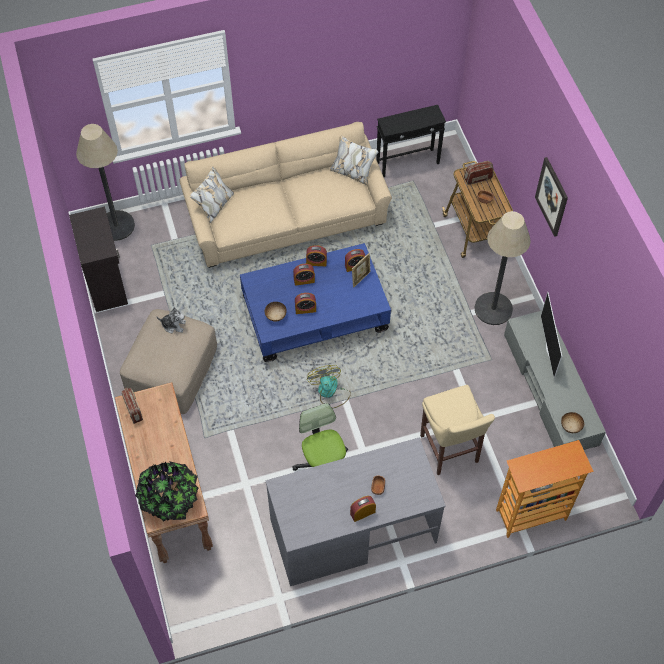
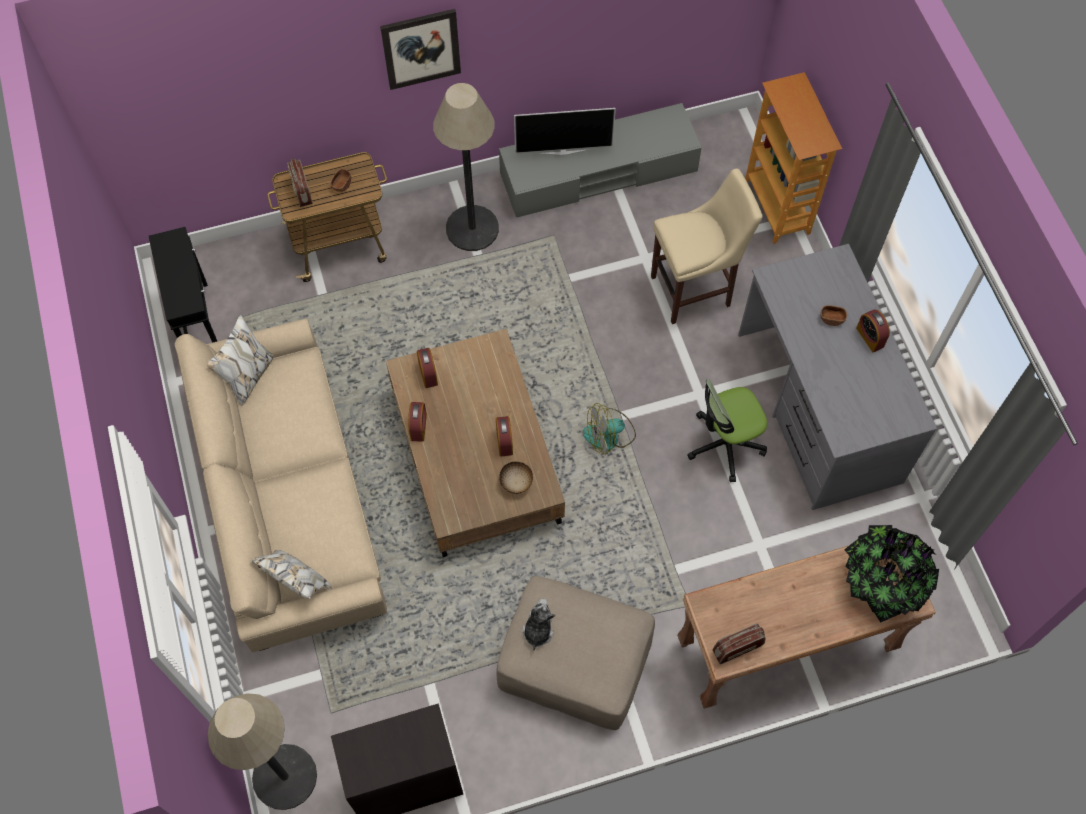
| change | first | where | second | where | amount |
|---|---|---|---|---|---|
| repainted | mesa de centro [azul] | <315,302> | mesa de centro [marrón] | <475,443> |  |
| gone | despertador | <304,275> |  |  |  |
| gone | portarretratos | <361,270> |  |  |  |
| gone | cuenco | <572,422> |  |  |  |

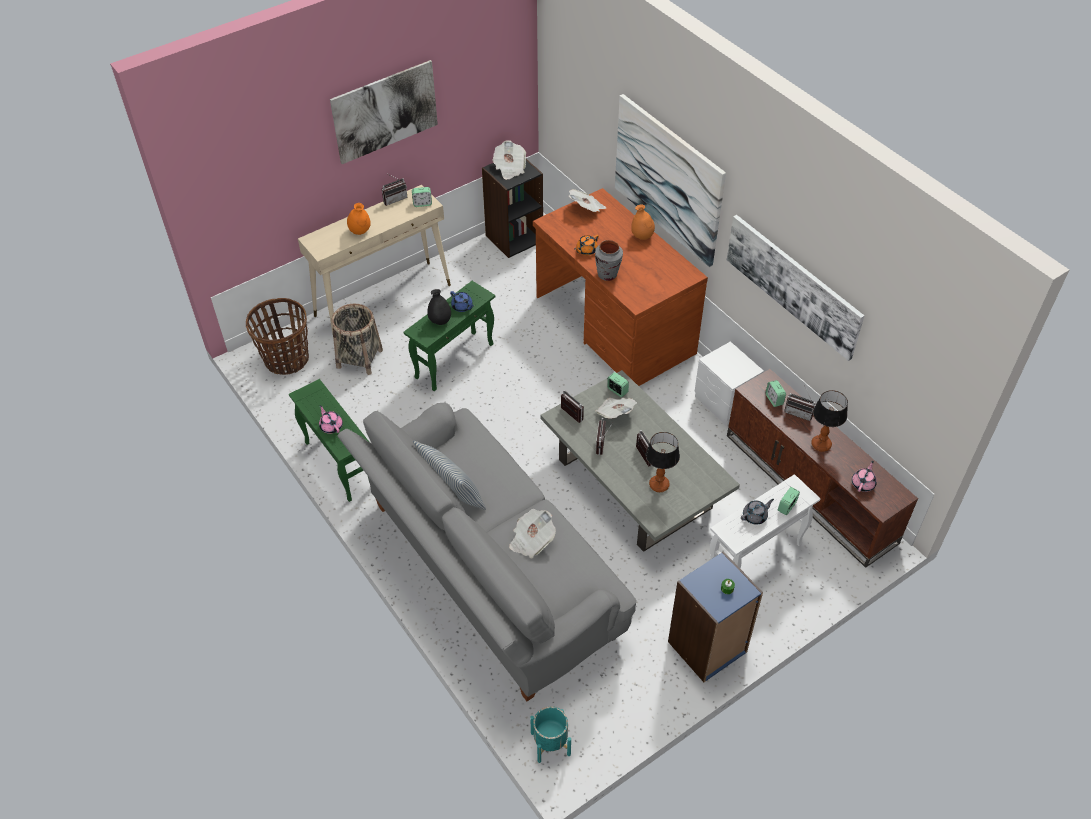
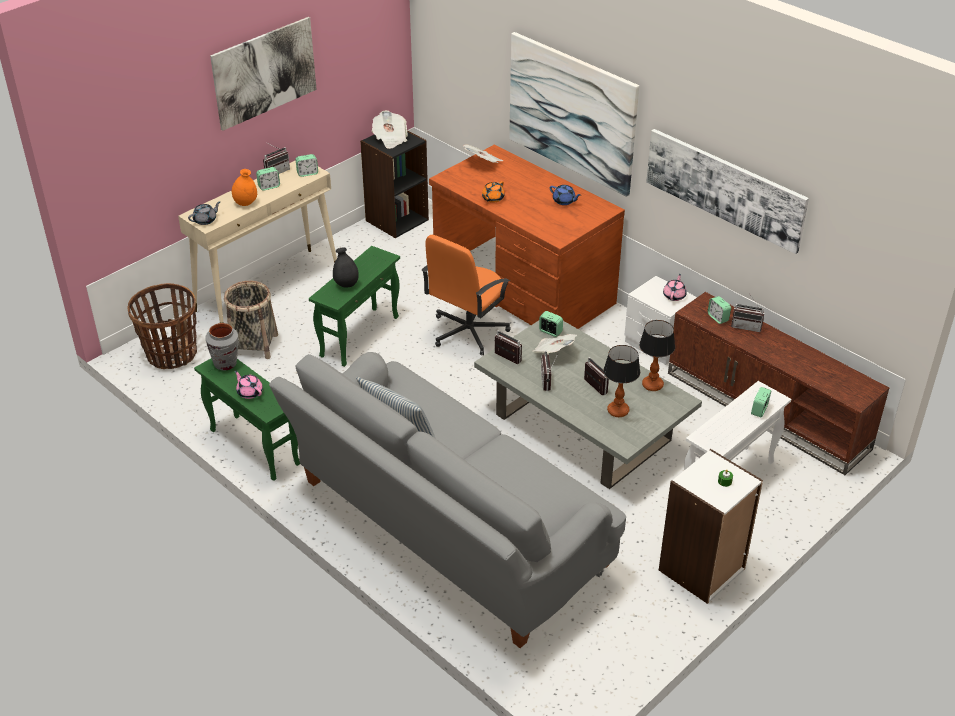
| change | first | where | second | where | amount |
|---|---|---|---|---|---|
| shifted | tetera [gris] | <757,512> |  | <204,213> |  |
| shifted | florero [gris] | <609,260> |  | <222,346> |  |
| new |  |  | despertador | <268,179> |  |
| new |  |  | silla de oficina [naranja] | <466,295> |  |
| shifted | tetera [azul] | <462,301> |  | <565,195> |  |
| shifted | lámpara de mesa | <829,421> |  | <657,355> |  |
| repainted | estantería [azul] | <715,616> | estantería [blanco] | <711,526> |  |
| shifted | tetera [rosa] | <864,476> |  | <675,287> |  |
| gone | periódico | <532,533> |  |  |  |
| gone | maceta [turquesa] | <550,734> |  |  |  |
| gone | florero [naranja] | <643,222> |  |  |  |

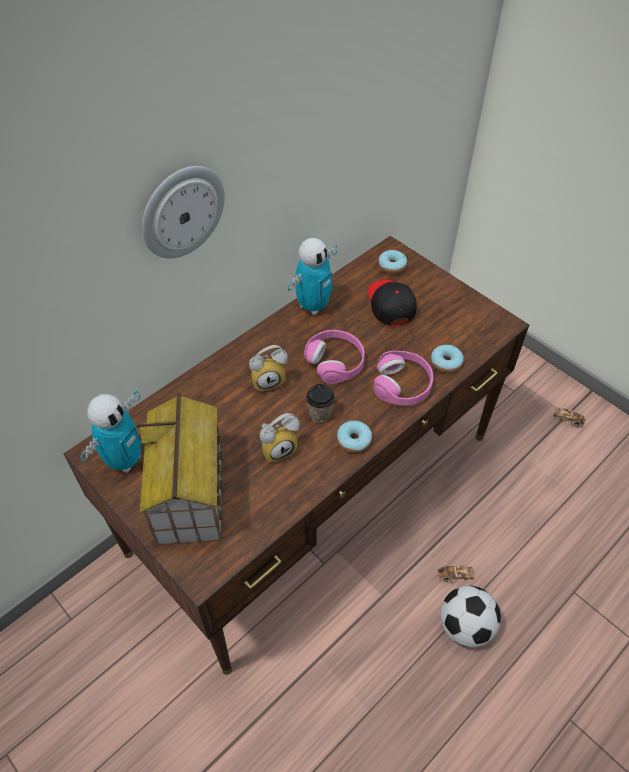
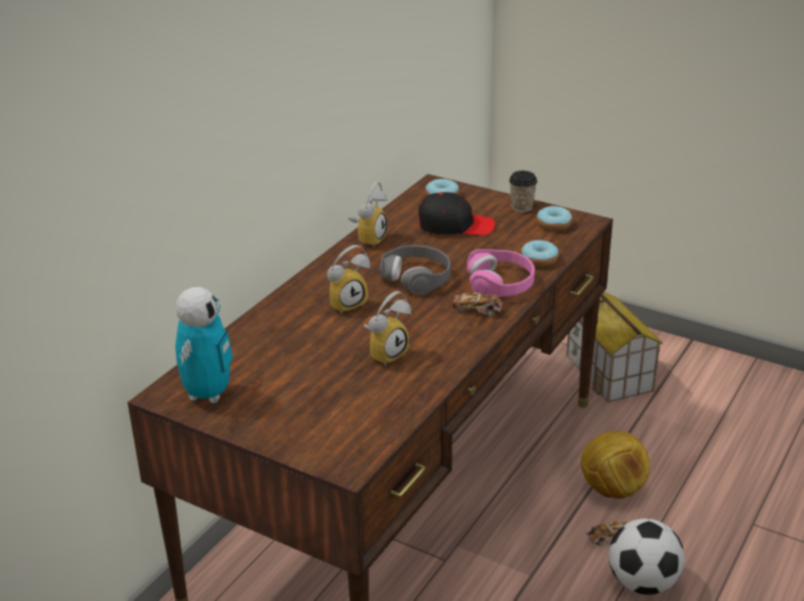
| change | first | where | second | where | amount |
|---|---|---|---|---|---|
| swapped | robot de juguete | <313,276> | despertador | <368,215> |  |
| repainted | auriculares [rosa] | <334,357> | auriculares [gris] | <415,270> |  |
| rotated | gorra [negro] | <392,303> |  | <456,214> | 120 degrees clockwise |
| shifted | coche de juguete | <570,417> |  | <477,304> |  |
| shifted | taza | <320,403> |  | <523,191> |  |
| shifted | rosquilla | <354,436> |  | <554,218> |  |
| shifted | casita | <180,469> |  | <614,347> |  |
| new |  |  | balón de fútbol | <615,465> |  |
| gone | reloj de pared | <183,212> |  |  |  |

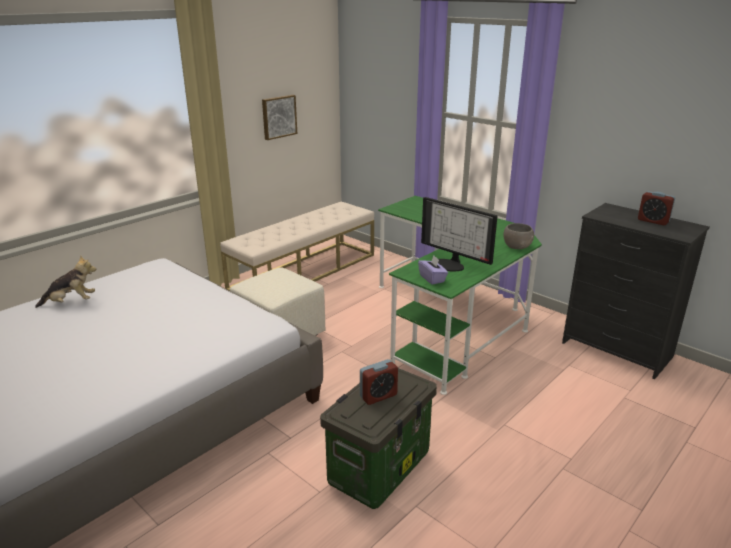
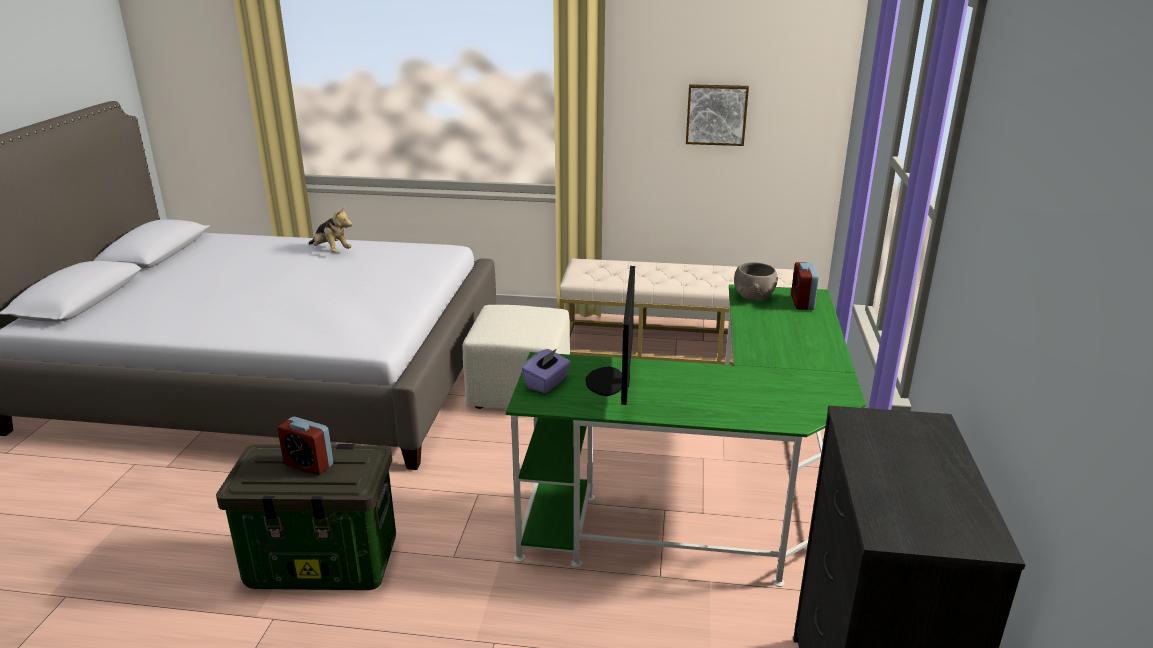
| change | first | where | second | where | amount |
|---|---|---|---|---|---|
| shifted | cuenco [gris] | <518,236> |  | <756,281> |  |
| shifted | despertador | <656,208> |  | <805,286> |  |

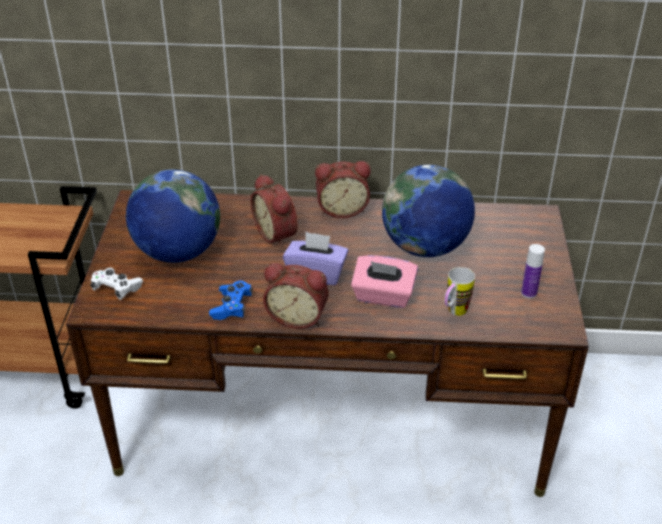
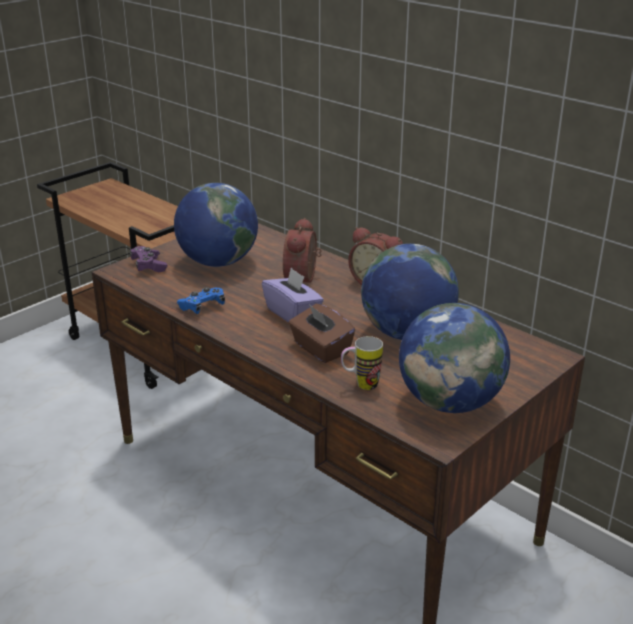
| change | first | where | second | where | amount |
|---|---|---|---|---|---|
| repainted | mando de consola [blanco] | <116,284> | mando de consola [morado] | <148,259> |  |
| repainted | caja de pañuelos [rosa] | <384,281> | caja de pañuelos [marrón] | <322,333> |  |
| swapped | botella | <533,271> | globo terráqueo | <454,358> |  |
| gone | despertador | <296,296> |  |  |  |

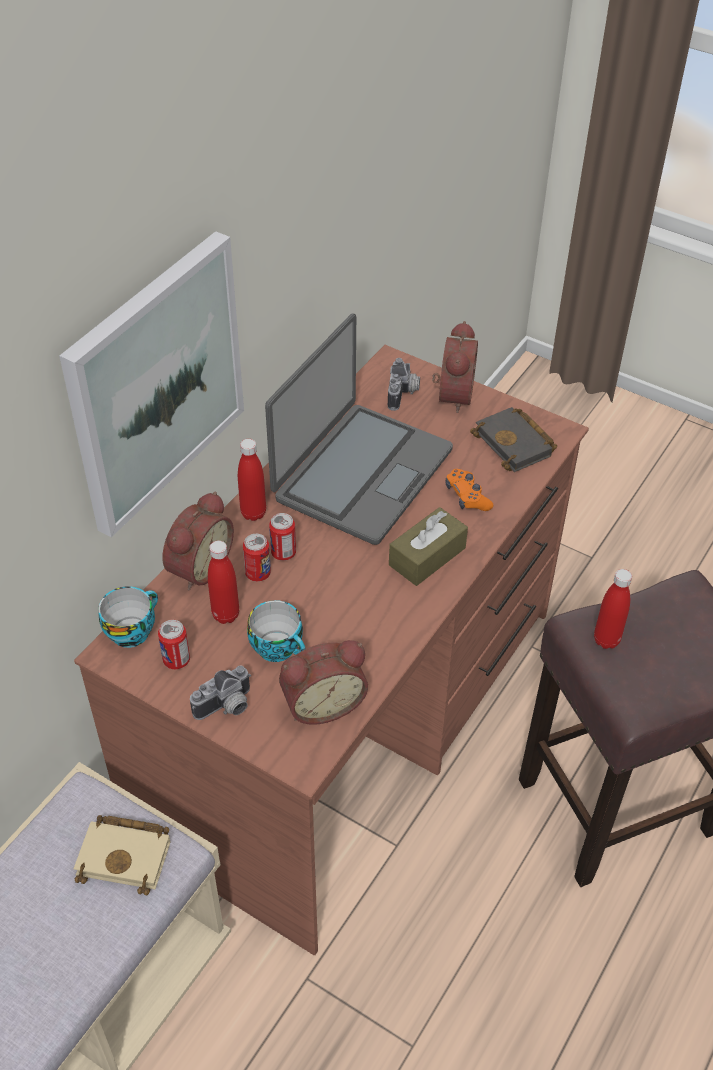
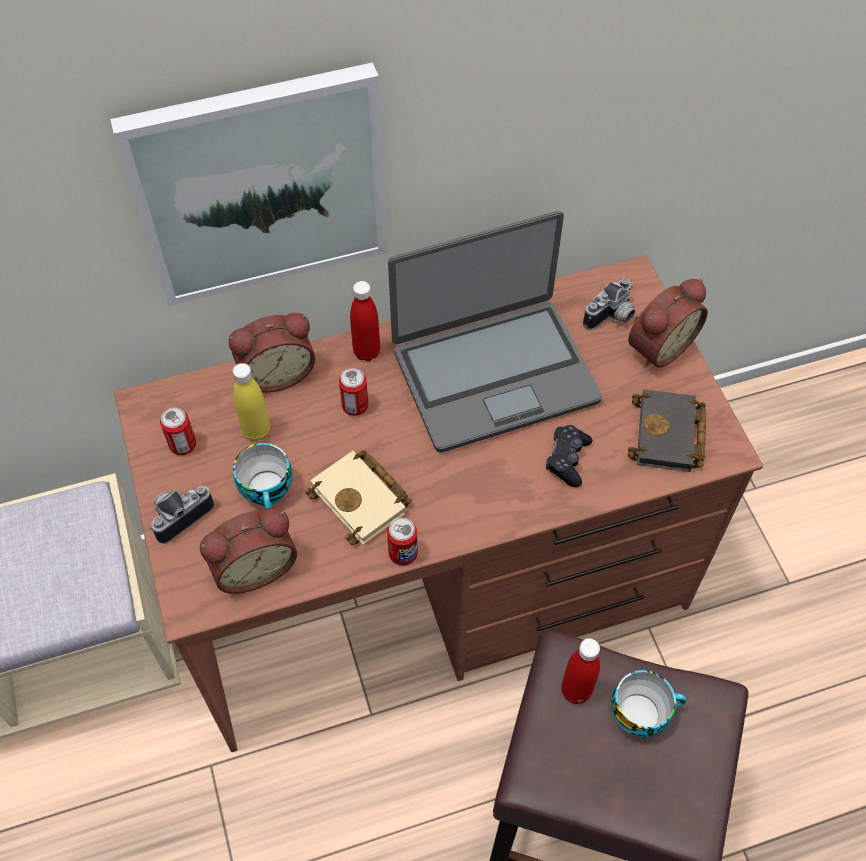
| change | first | where | second | where | amount |
|---|---|---|---|---|---|
| rotated | cámara | <220,692> |  | <181,515> | 135 degrees clockwise |
| rotated | despertador | <323,682> |  | <248,551> | 45 degrees counterclockwise |
| repainted | botella [rojo] | <223,582> | botella [amarillo] | <251,402> |  |
| shifted | libro [beis] | <122,855> |  | <358,497> |  |
| shifted | lata | <257,558> |  | <402,542> |  |
| repainted | mando de consola [naranja] | <469,490> | mando de consola [negro] | <569,456> |  |
| shifted | taza | <128,617> |  | <648,703> |  |
| gone | caja de pañuelos [marrón] | <428,546> |  |  |  |

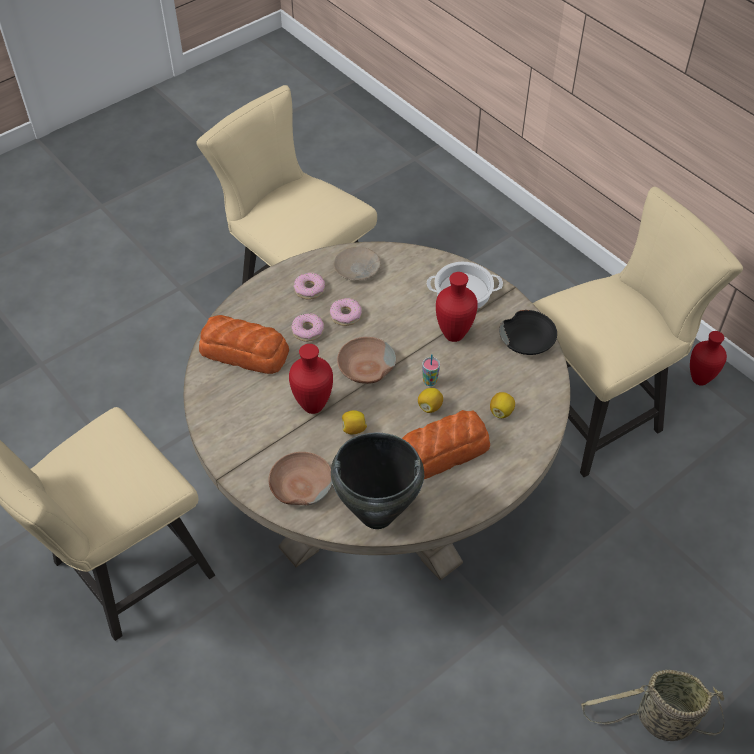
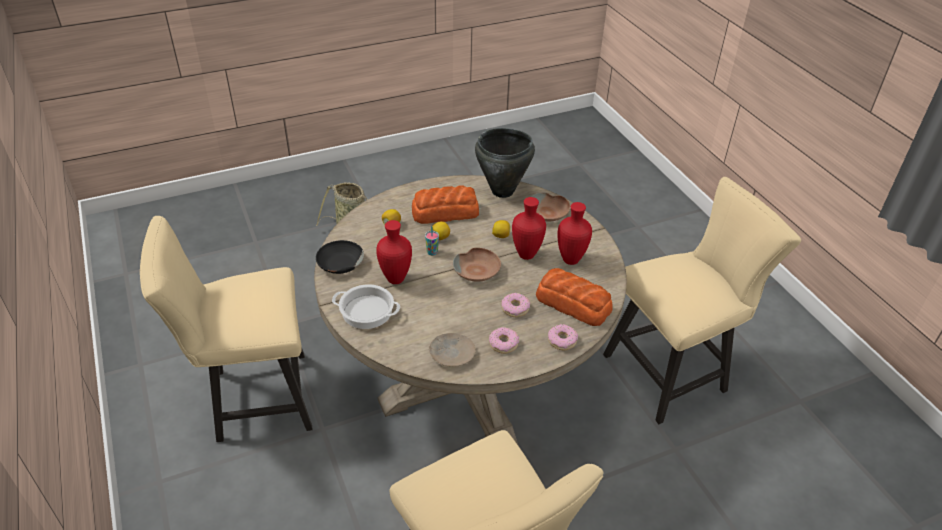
| change | first | where | second | where | amount |
|---|---|---|---|---|---|
| shifted | rosquilla | <346,312> |  | <563,337> |  |
| shifted | florero [rojo] | <708,358> |  | <574,233> |  |

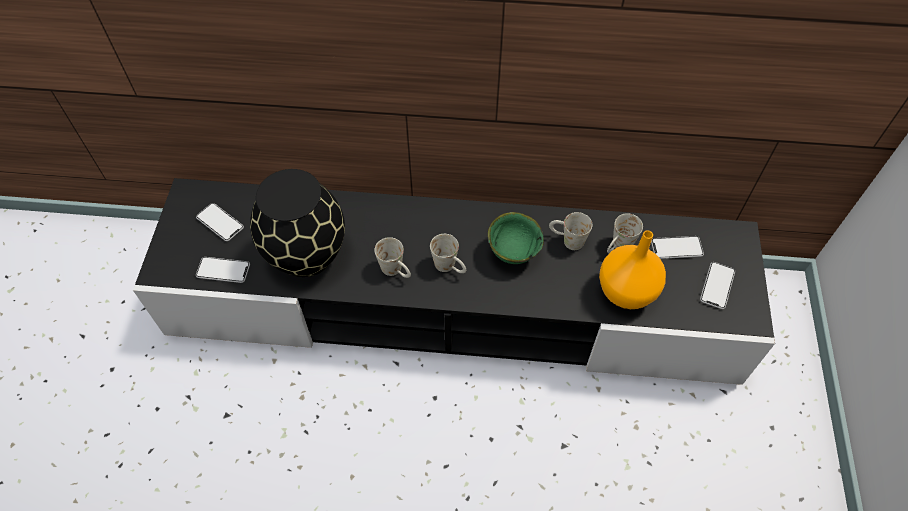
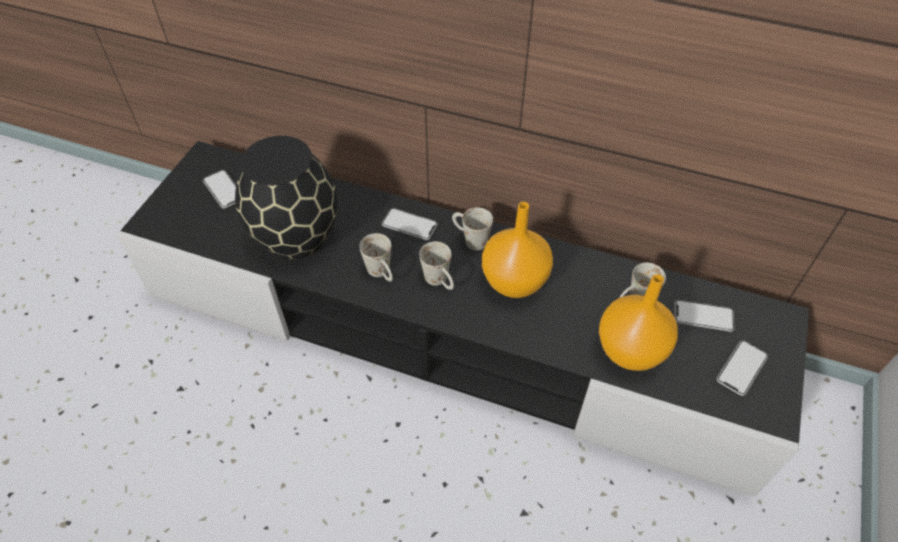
| change | first | where | second | where | amount |
|---|---|---|---|---|---|
| shifted | móvil | <223,270> |  | <410,224> |  |
| shifted | taza grande [blanco] | <570,231> |  | <472,229> |  |
| swapped | cuenco [verde] | <516,238> | florero [naranja] | <517,250> |  |

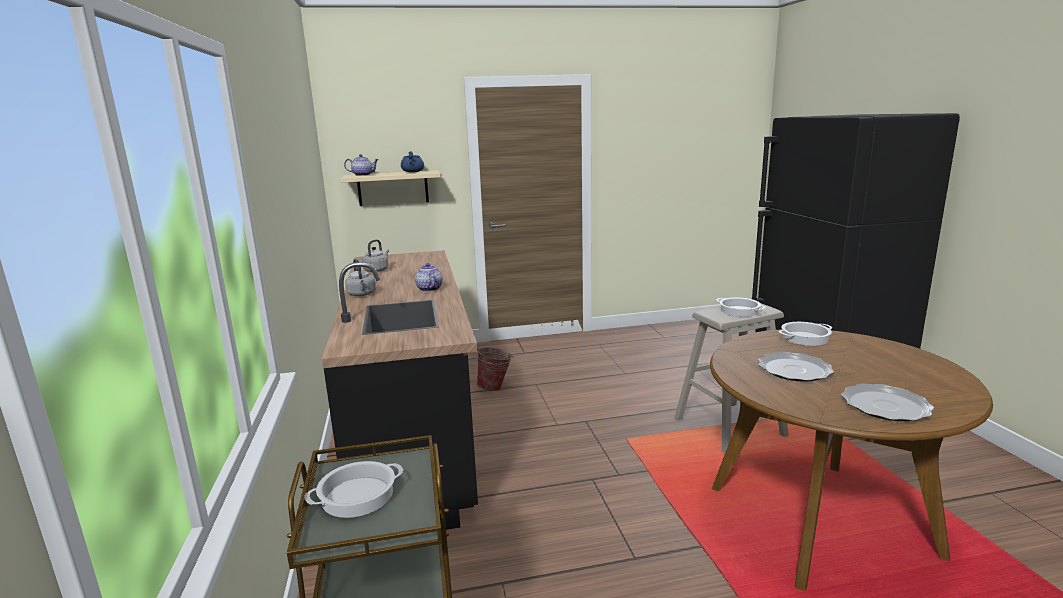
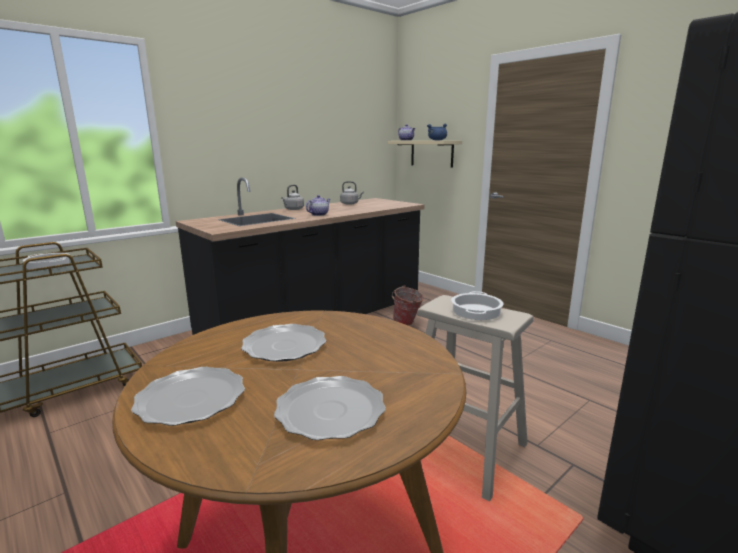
| change | first | where | second | where | amount |
|---|---|---|---|---|---|
| new |  |  | plato | <330,408> |  |
| gone | olla | <805,334> |  |  |  |

